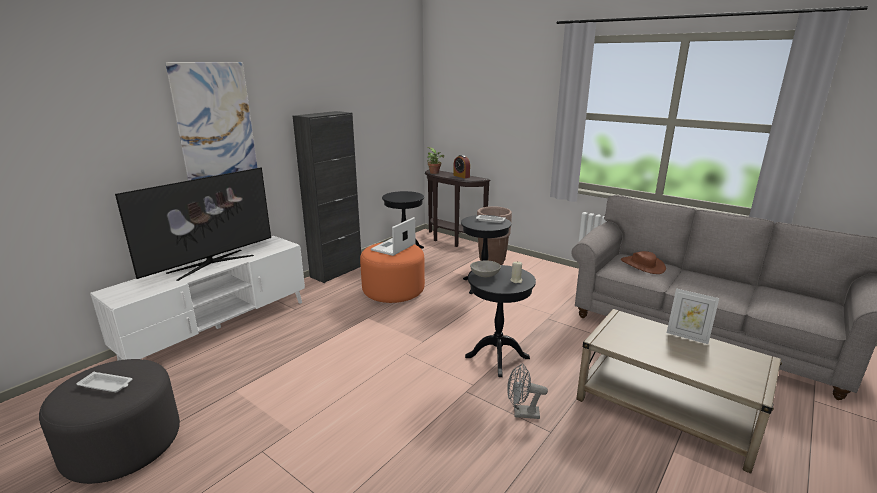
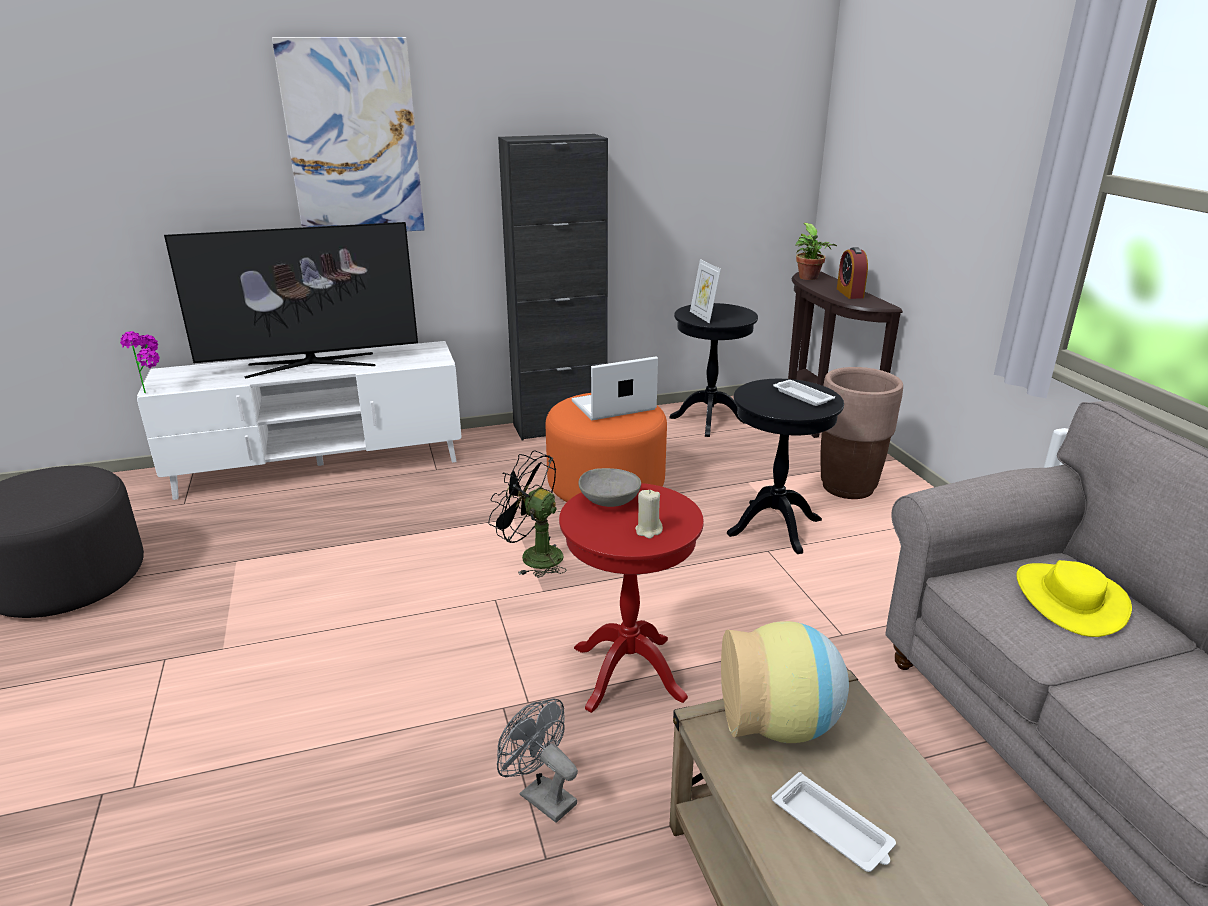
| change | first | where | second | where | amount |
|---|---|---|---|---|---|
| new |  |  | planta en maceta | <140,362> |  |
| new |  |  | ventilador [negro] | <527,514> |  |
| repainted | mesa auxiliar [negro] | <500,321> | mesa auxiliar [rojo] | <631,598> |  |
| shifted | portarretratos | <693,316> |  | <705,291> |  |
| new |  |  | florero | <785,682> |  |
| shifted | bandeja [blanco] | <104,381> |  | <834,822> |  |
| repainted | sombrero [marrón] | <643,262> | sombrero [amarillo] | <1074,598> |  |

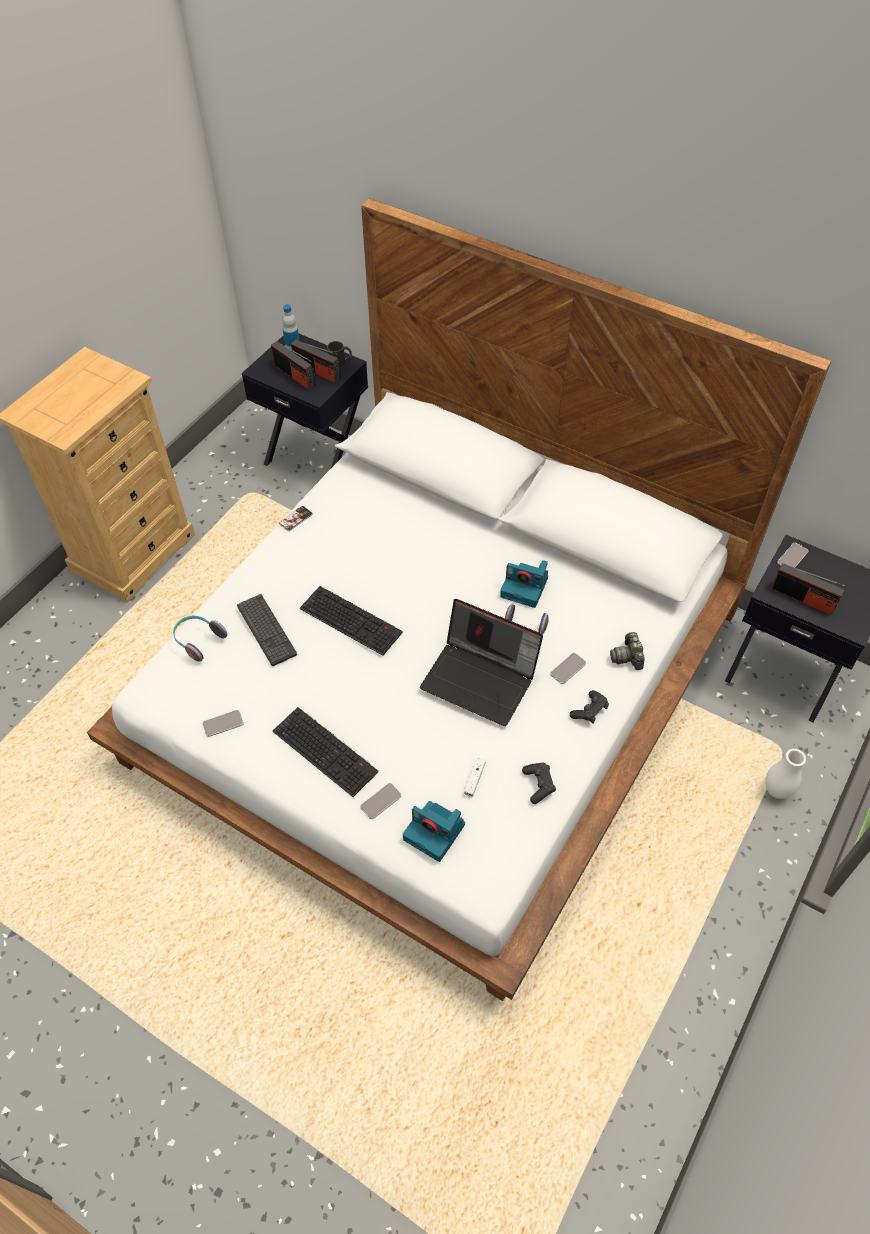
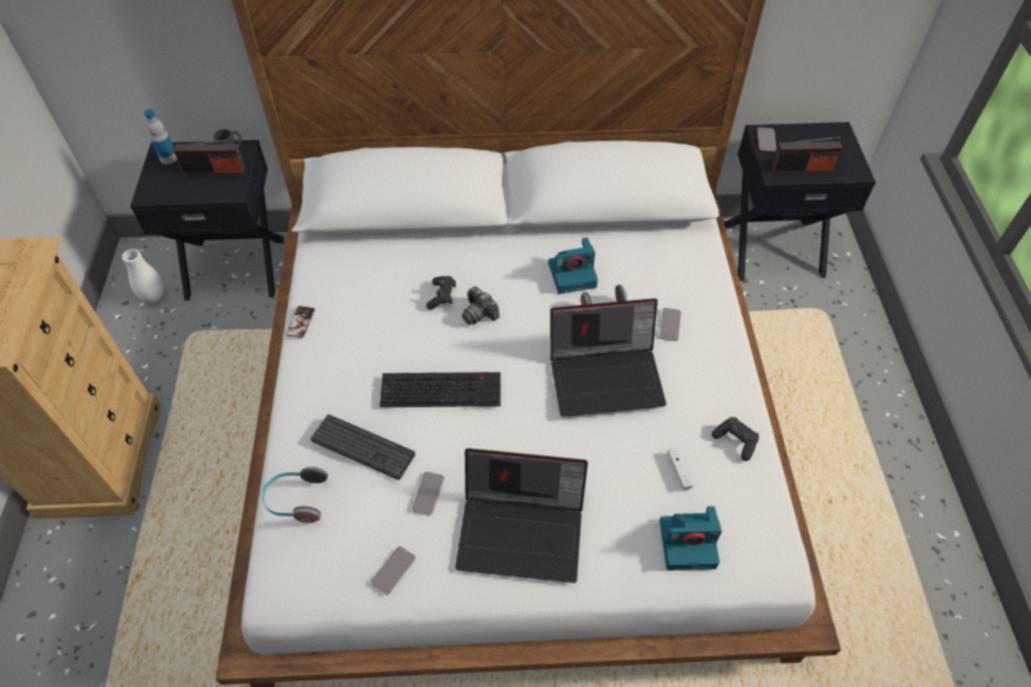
| change | first | where | second | where | amount |
|---|---|---|---|---|---|
| shifted | florero [blanco] | <785,774> |  | <143,276> |  |
| shifted | móvil | <381,801> |  | <427,493> |  |
| shifted | mando de consola [negro] | <589,707> |  | <441,293> |  |
| swapped | teclado | <325,752> | portátil | <521,515> |  |
| shifted | cámara | <627,651> |  | <481,305> |  |
| gone | radio | <293,365> |  |  |  |

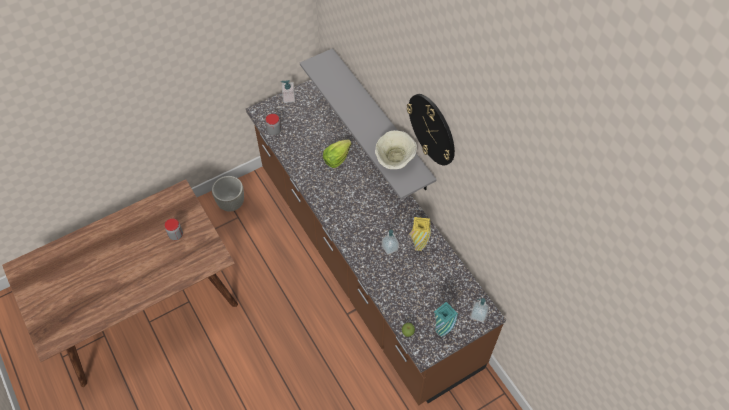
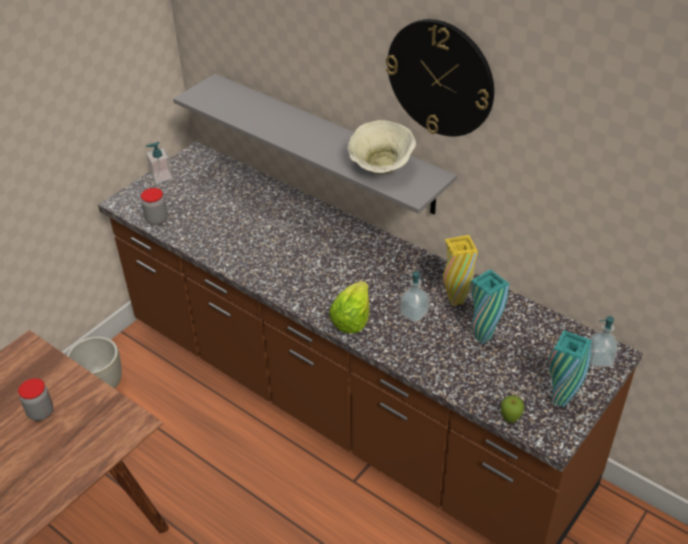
| change | first | where | second | where | amount |
|---|---|---|---|---|---|
| shifted | lechuga | <337,154> |  | <349,307> |  |
| new |  |  | florero [turquesa] | <490,306> |  |

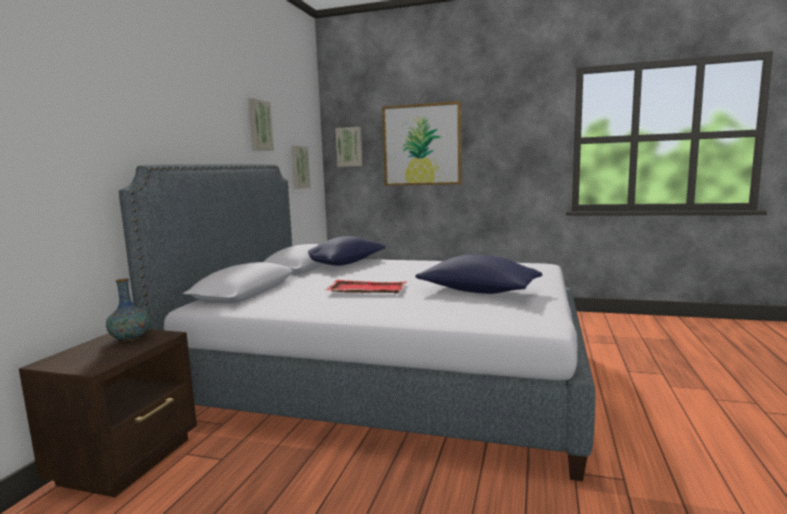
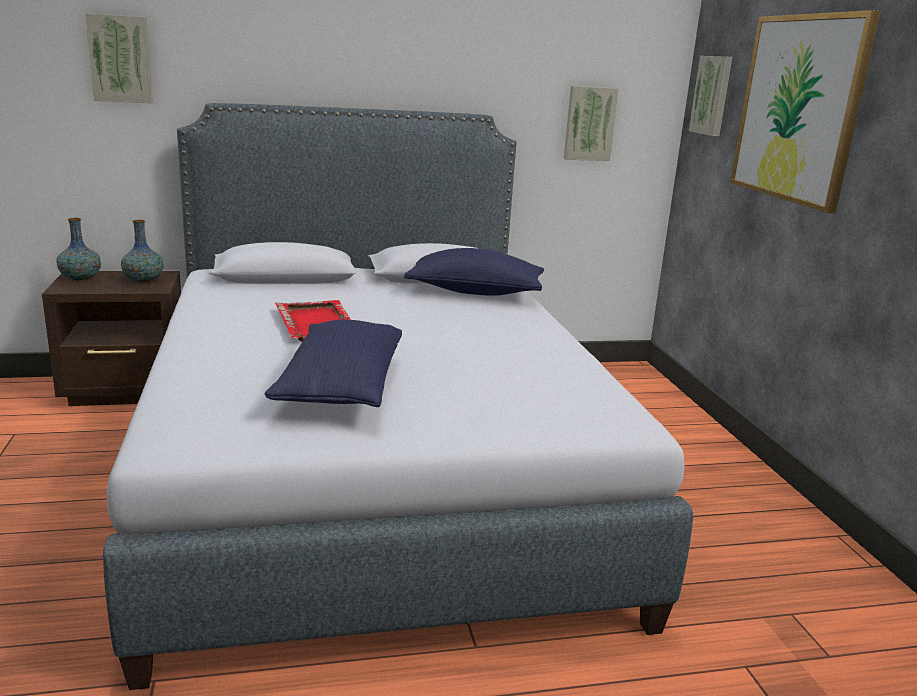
| change | first | where | second | where | amount |
|---|---|---|---|---|---|
| new |  |  | florero | <78,249> |  |
| shifted | cuadro | <261,124> |  | <119,58> |  |

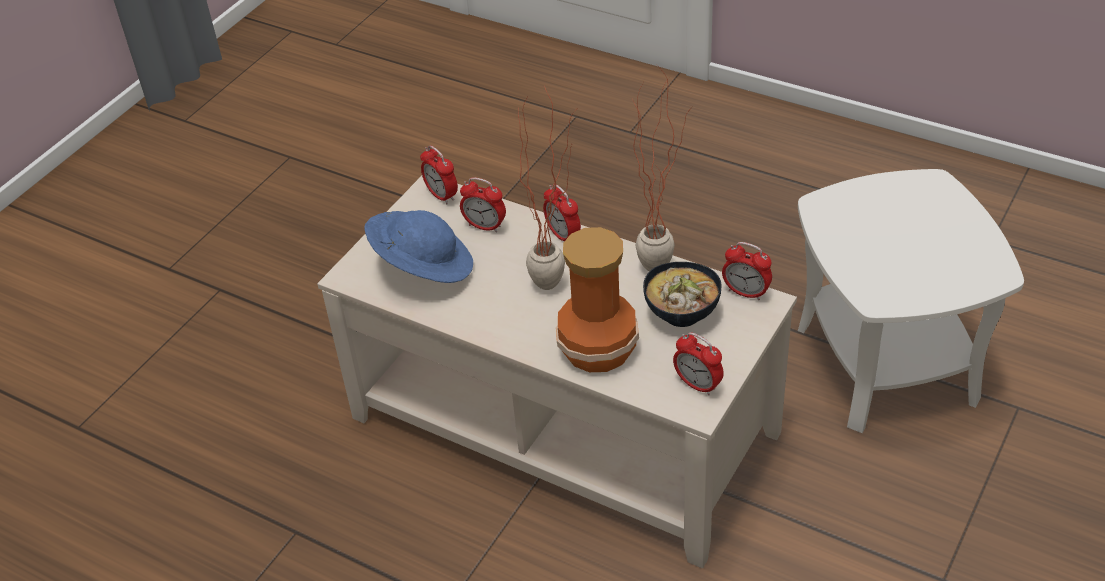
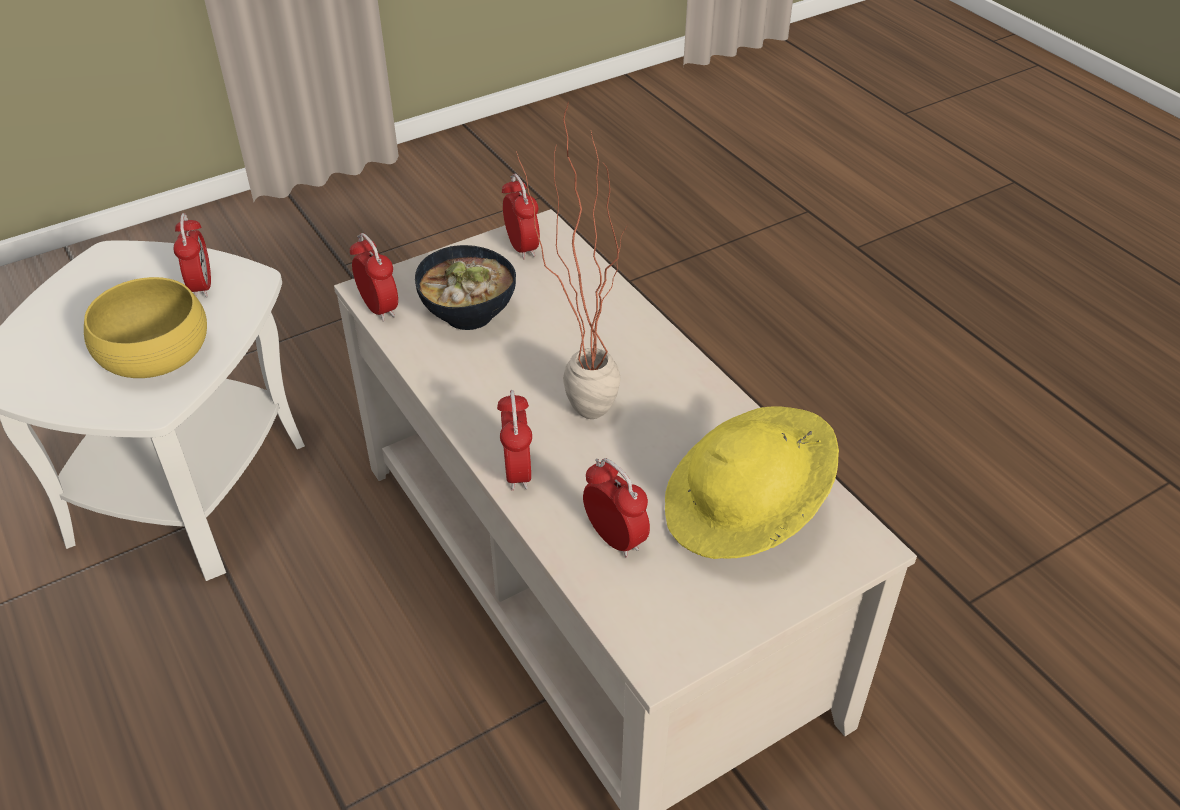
| change | first | where | second | where | amount |
|---|---|---|---|---|---|
| new |  |  | cuenco [amarillo] | <145,327> |  |
| shifted | despertador | <439,174> |  | <192,255> |  |
| repainted | sombrero [azul] | <418,246> | sombrero [amarillo] | <752,482> |  |
| gone | florero | <597,299> |  |  |  |
| gone | planta en maceta | <663,168> |  |  |  |

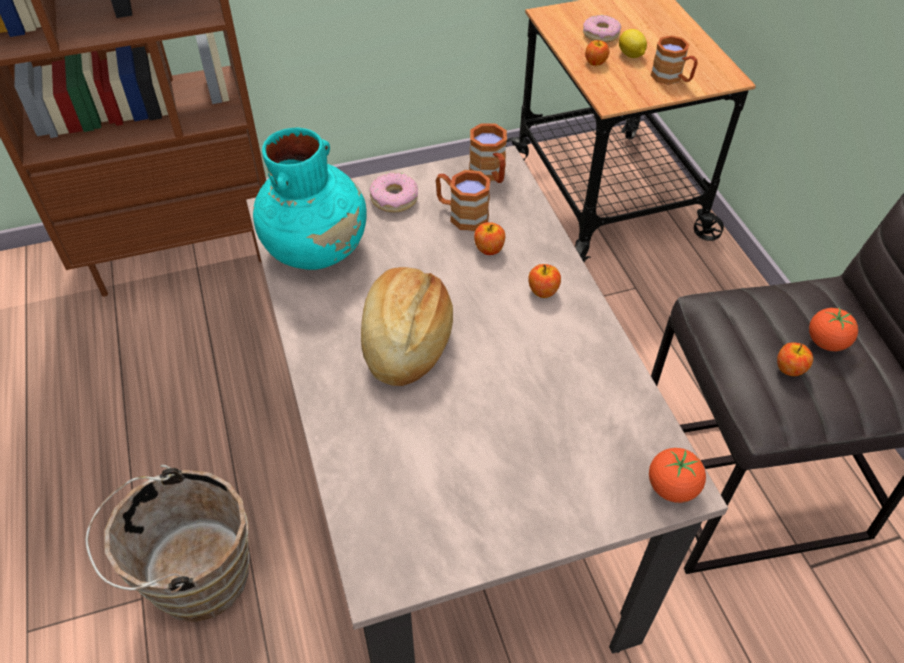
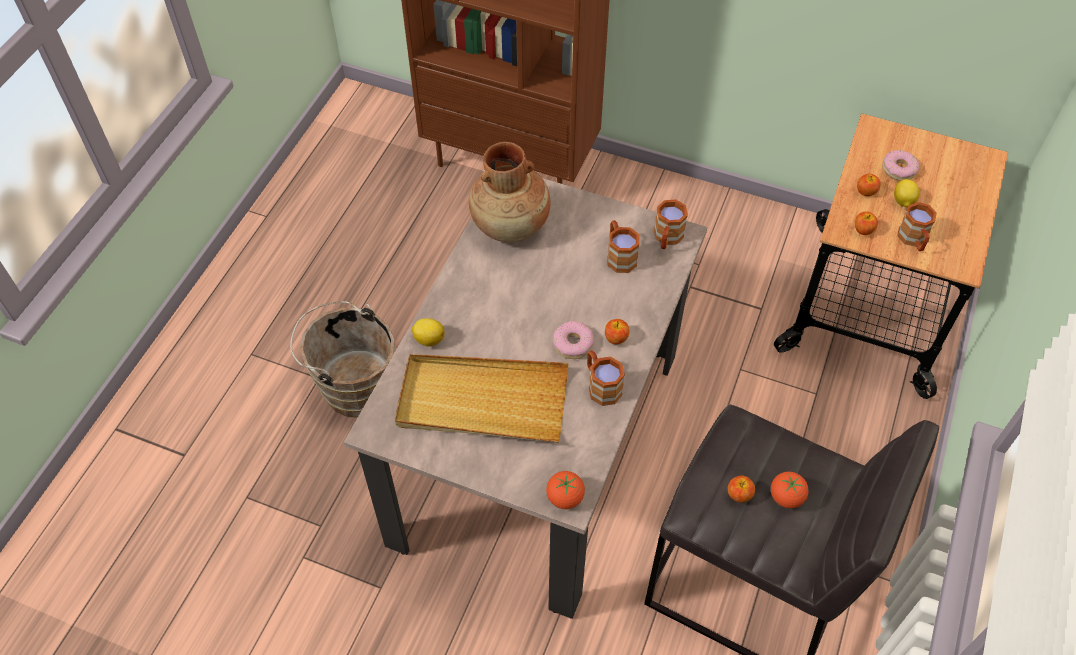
| change | first | where | second | where | amount |
|---|---|---|---|---|---|
| new |  |  | bandeja [beis] | <482,398> |  |
| new |  |  | limón | <428,332> |  |
| repainted | florero [turquesa] | <310,198> | florero [marrón] | <509,192> |  |
| shifted | rosquilla | <393,192> |  | <573,340> |  |
| new |  |  | taza grande [marrón] | <606,378> |  |
| shifted | manzana | <489,238> |  | <866,223> |  |
| gone | pan | <407,326> |  |  |  |

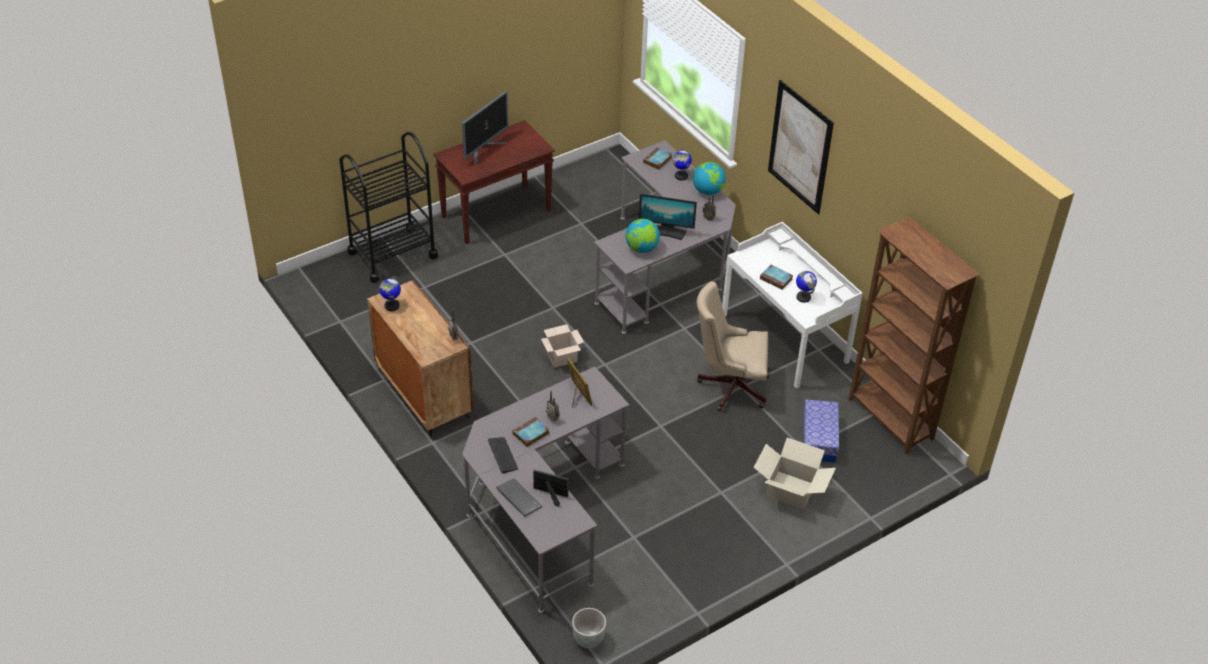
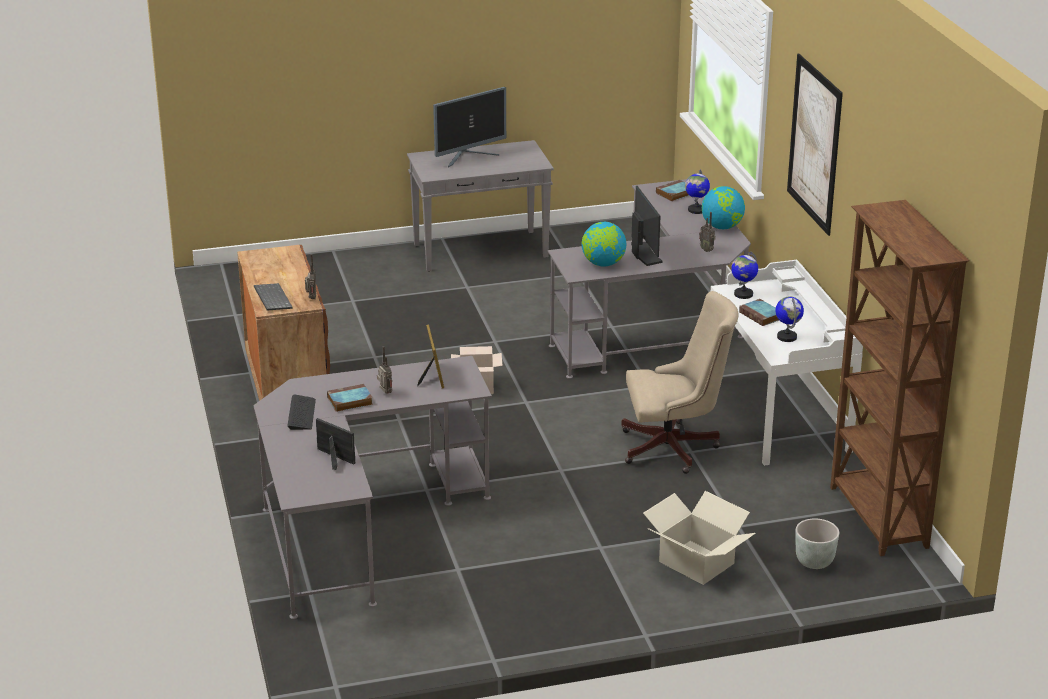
| change | first | where | second | where | amount |
|---|---|---|---|---|---|
| shifted | teclado | <519,497> |  | <273,297> |  |
| repainted | mesa consola [marrón] | <494,182> | mesa consola [gris] | <480,206> |  |
| rotated | silla de oficina [beis] | <733,346> |  | <680,382> | 150 degrees clockwise |
| rotated | monitor | <668,217> |  | <647,226> | 135 degrees counterclockwise |
| shifted | globo terráqueo | <390,293> |  | <744,275> |  |
| shifted | maceta [gris] | <589,628> |  | <817,544> |  |
| gone | carrito [negro] | <388,207> |  |  |  |
| gone | caja de almacenaje | <821,431> |  |  |  |

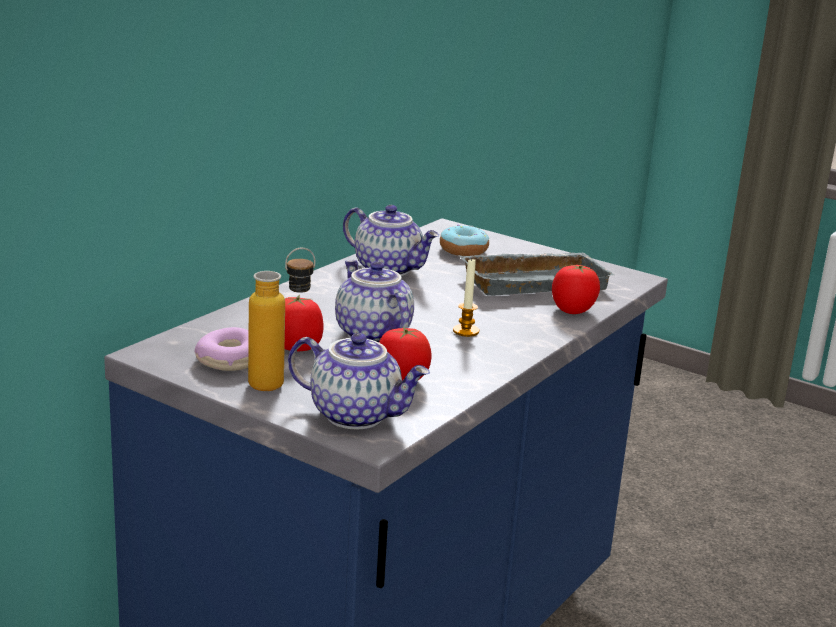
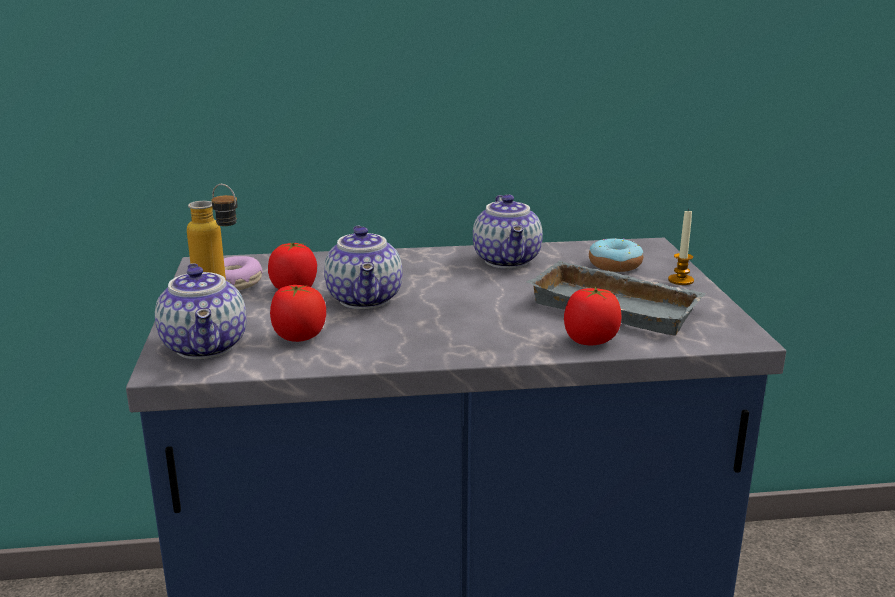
| change | first | where | second | where | amount |
|---|---|---|---|---|---|
| rotated | tetera | <374,301> |  | <363,267> | 150 degrees clockwise |
| shifted | vela | <466,298> |  | <681,246> |  |

